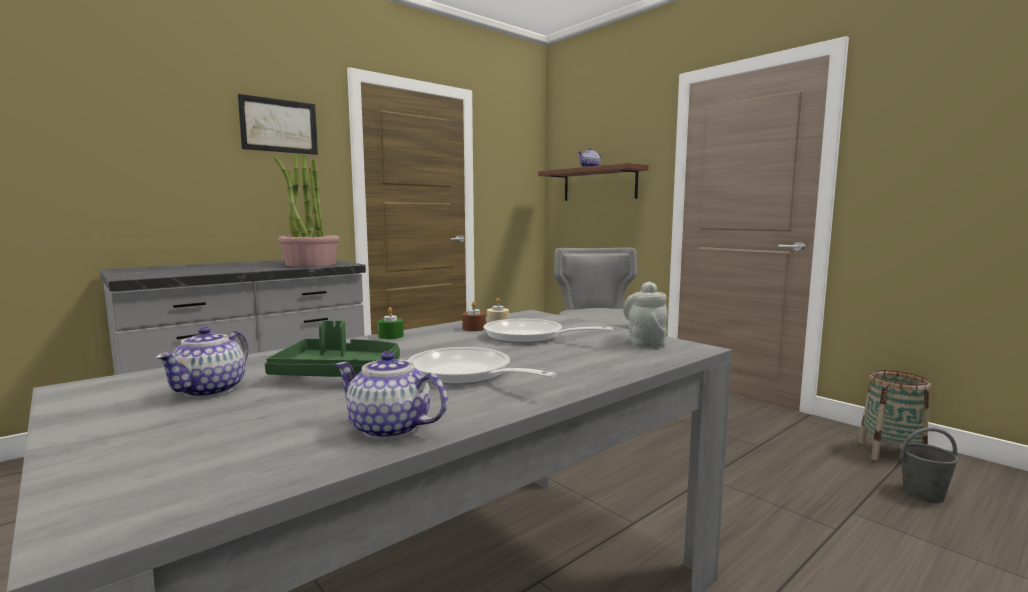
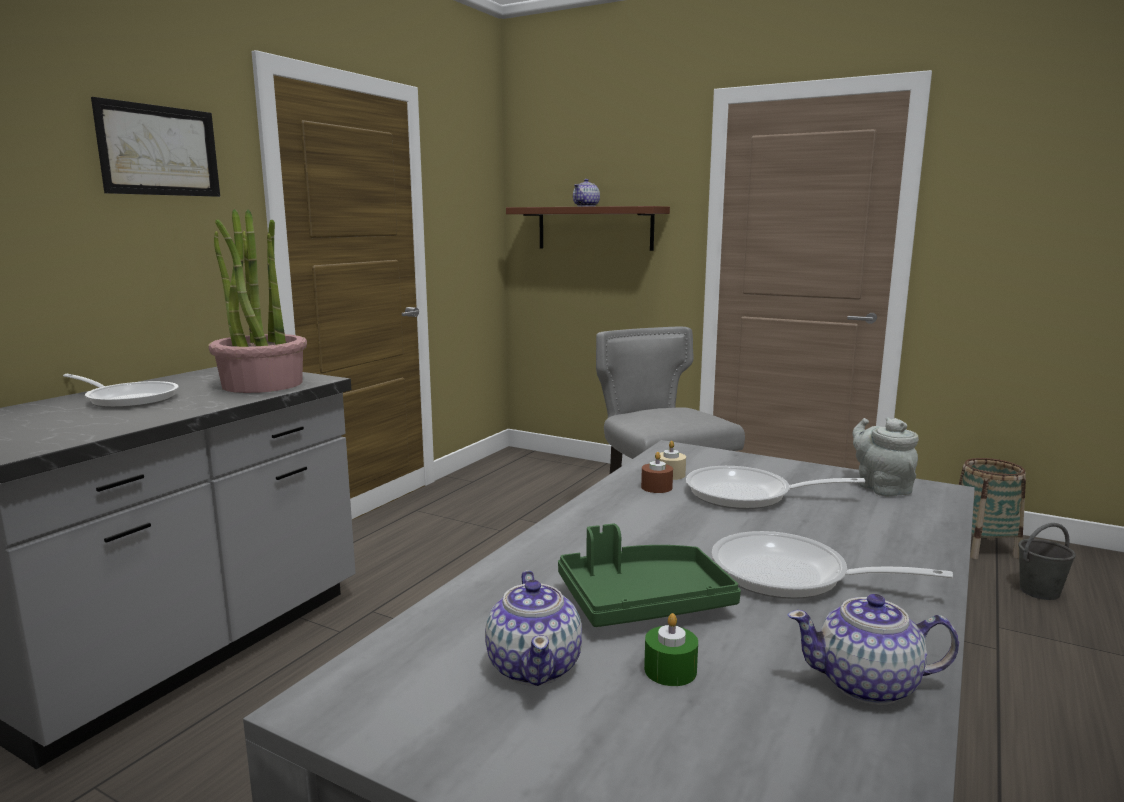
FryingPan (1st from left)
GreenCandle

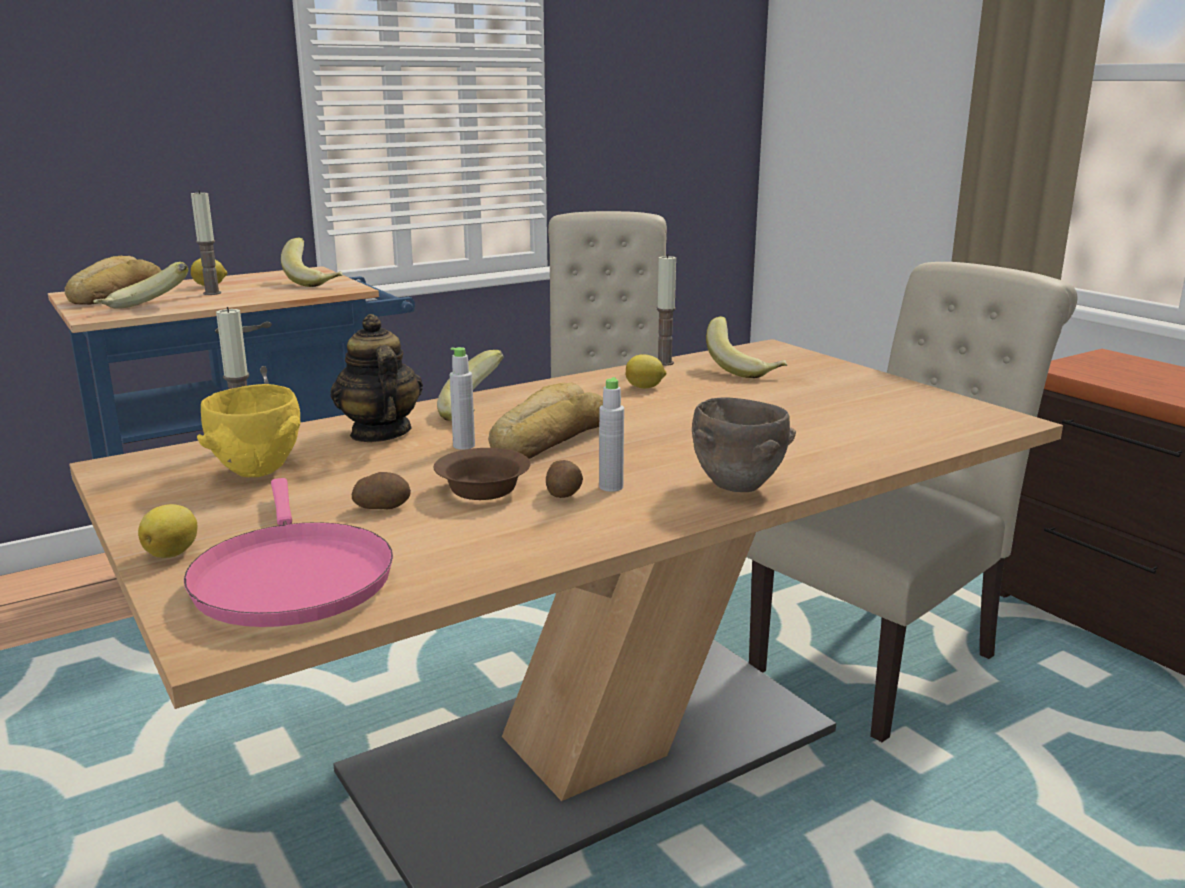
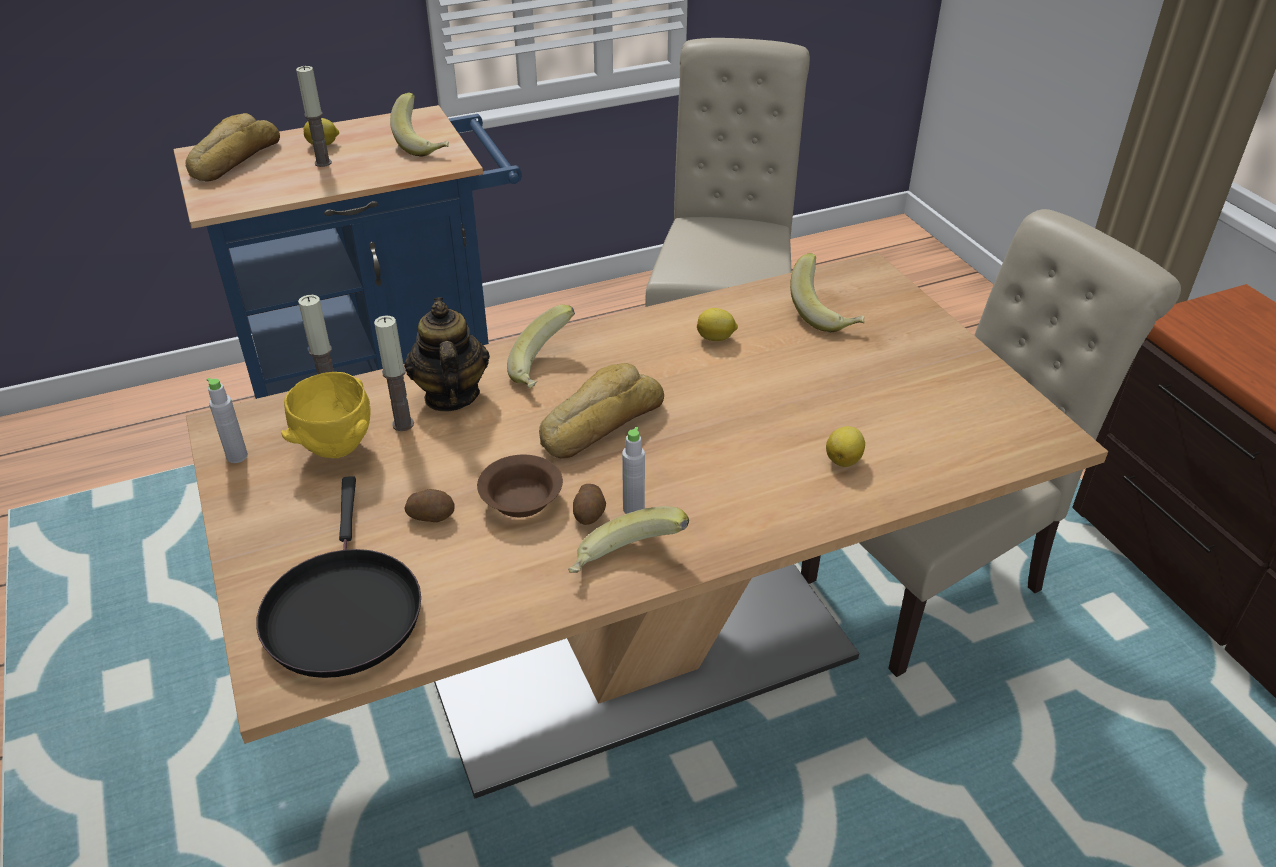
BrownBowl (2nd from left in the first image)
Banana (3rd from left)
Lemon (3rd from left)
GreyBottle (1st from left)
Candle (3rd from left)
BlackFryingPan

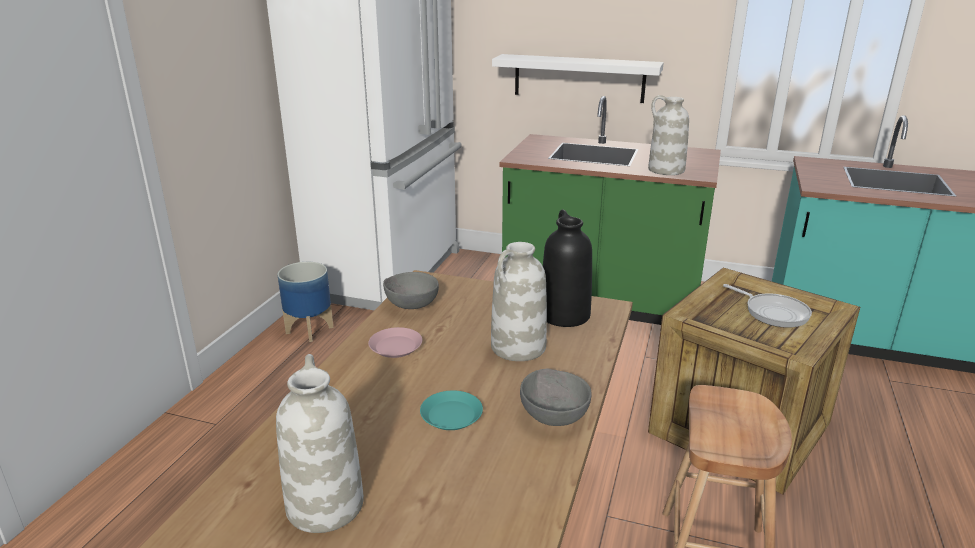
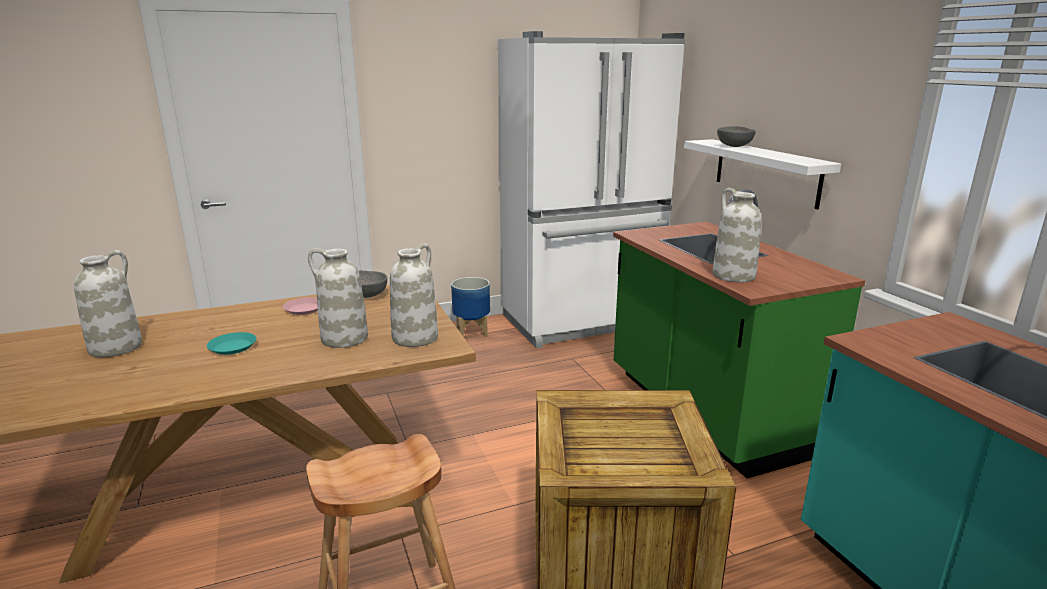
FryingPan
GreyBowl (2nd from left)
WhiteVase (3rd from left)

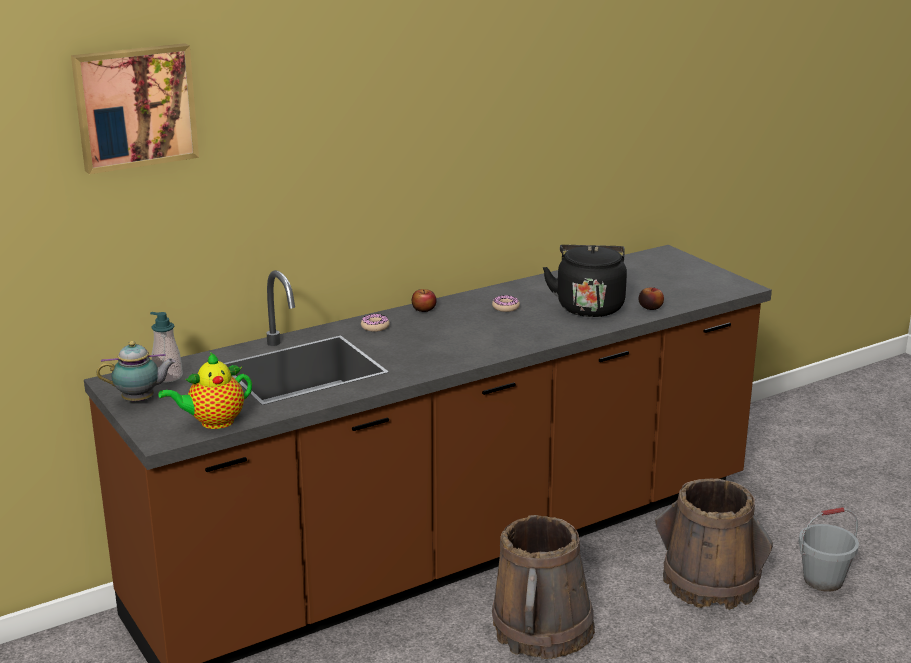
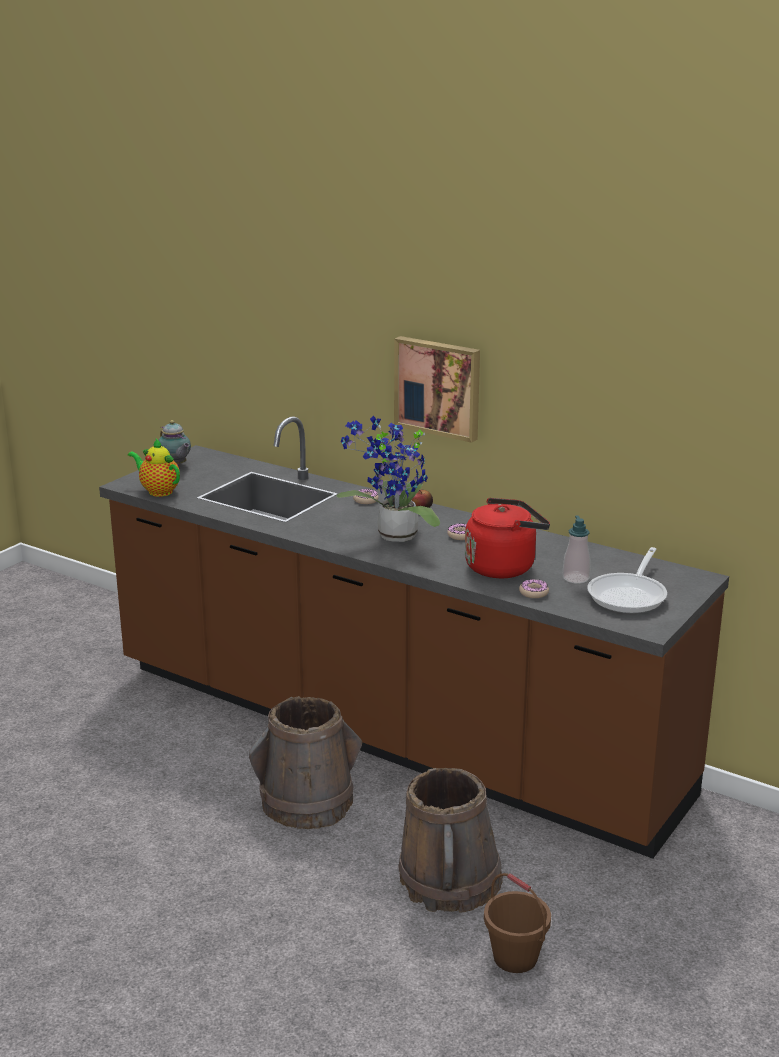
PottedPlant
FryingPan
Picture
SoapDispenser
Donut (3rd from left)
RedKettle
BrownBucket (3rd from left)

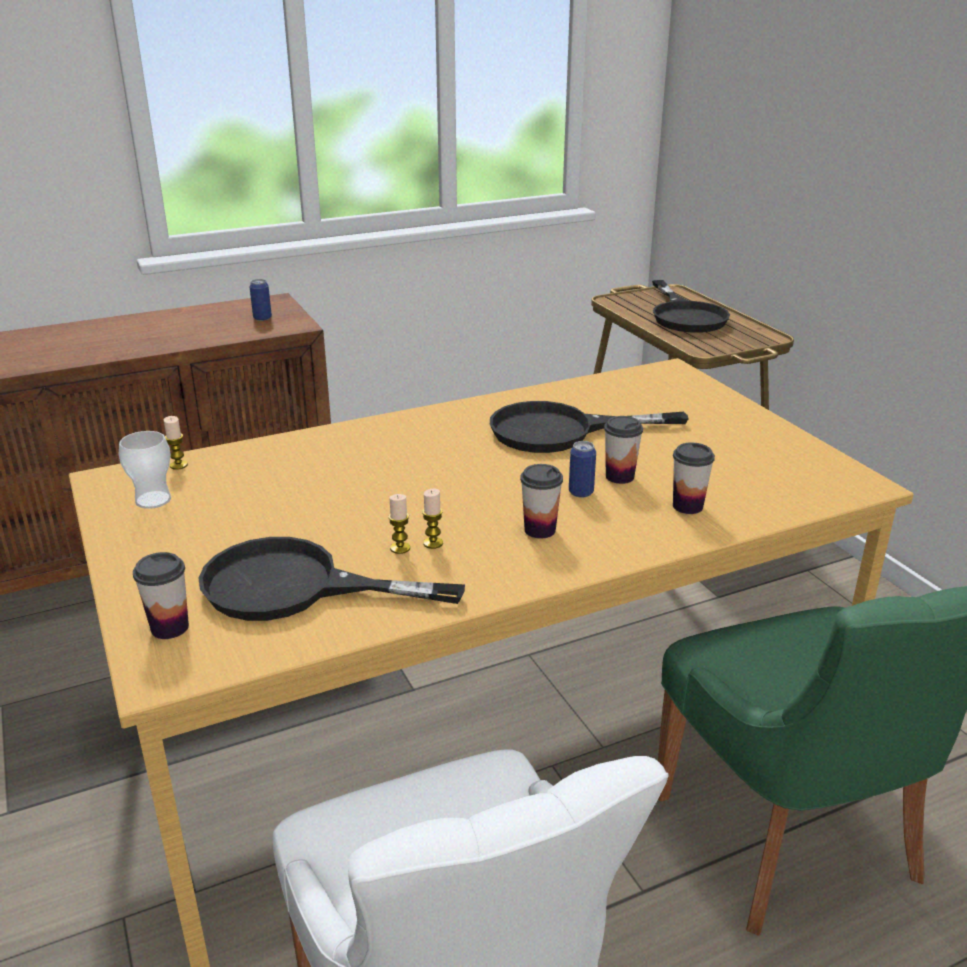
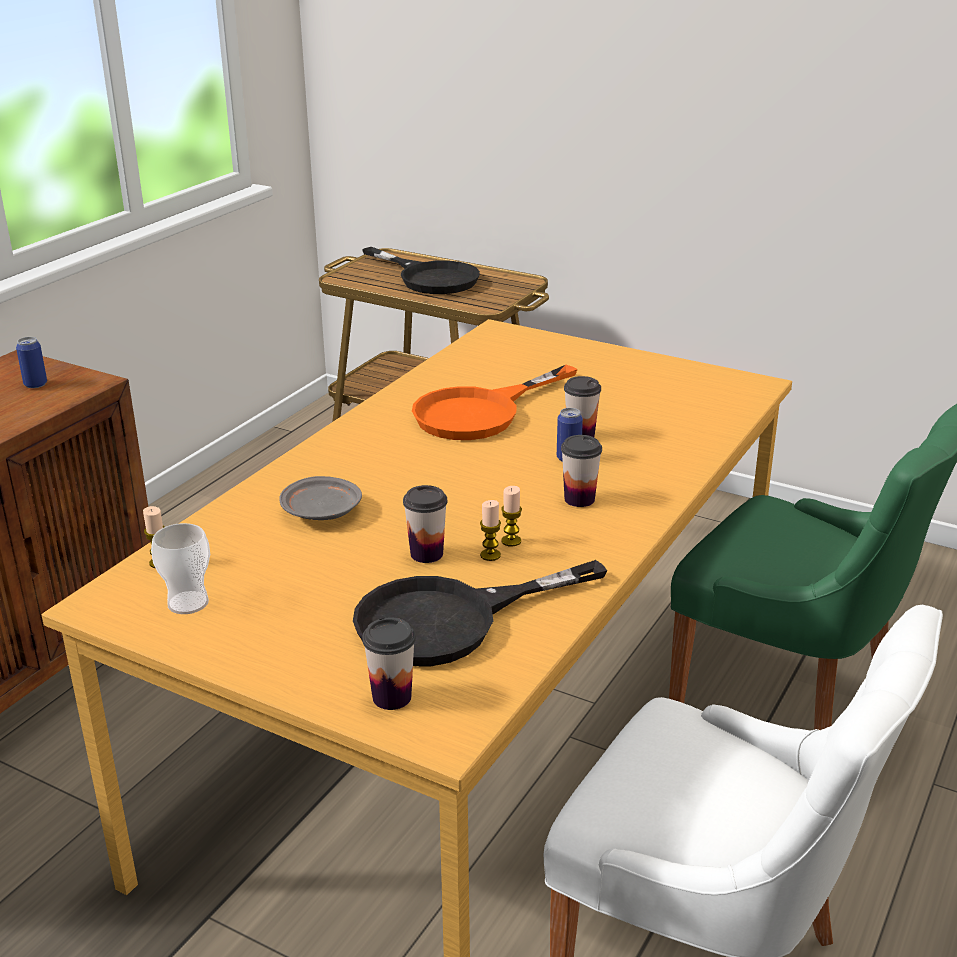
GreyPlate
Cup (3rd from left)
OrangeFryingPan

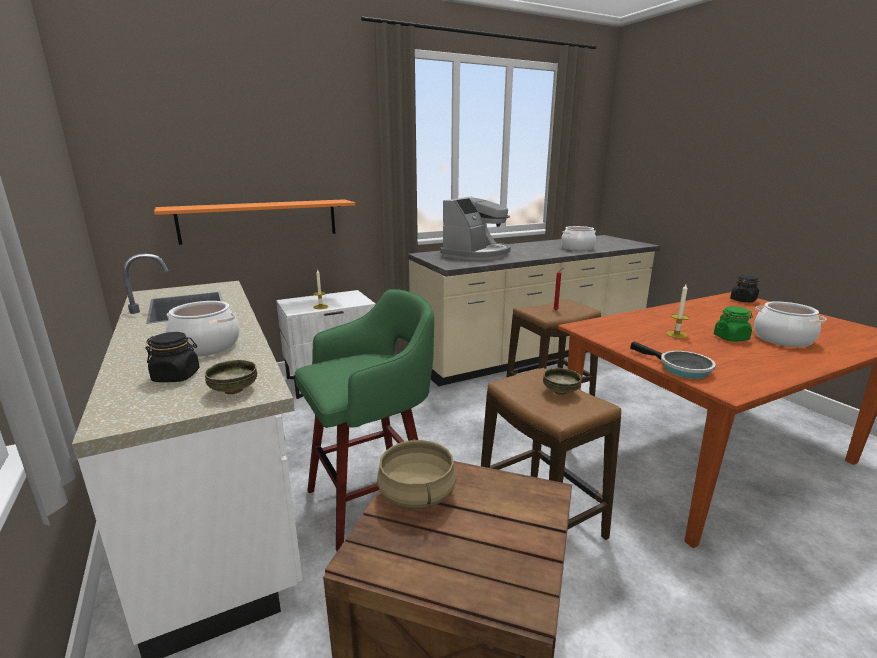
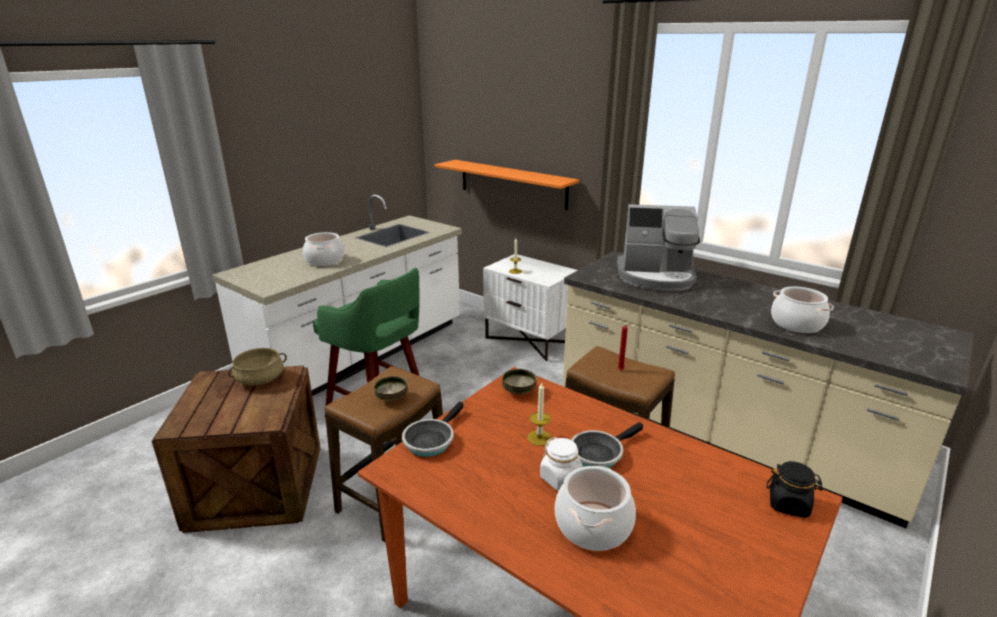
BlackJar (1st from left in the first image)
FryingPan (2nd from left)
Bowl (2nd from left)
WhiteJar

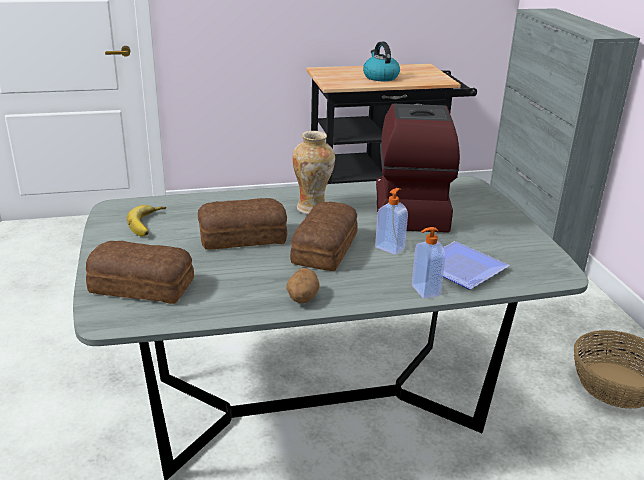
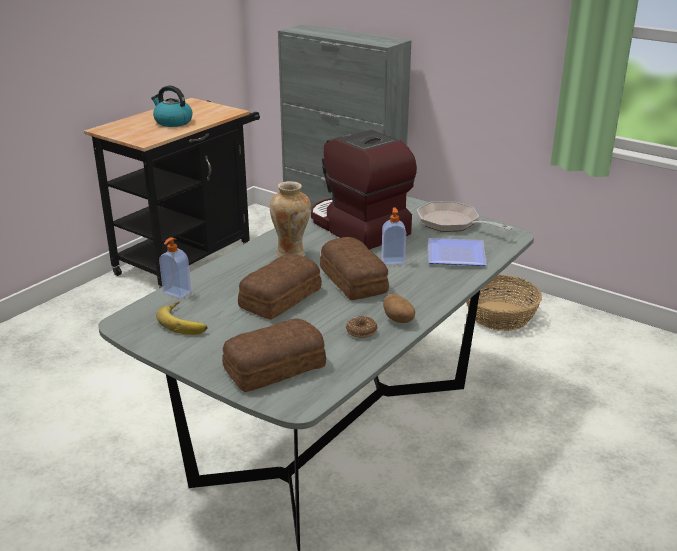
Donut
FryingPan
SoapDispenser (1st from left)

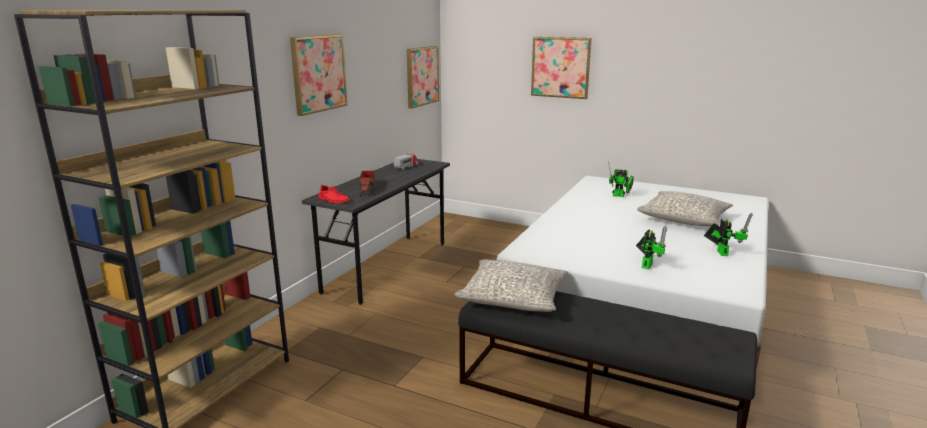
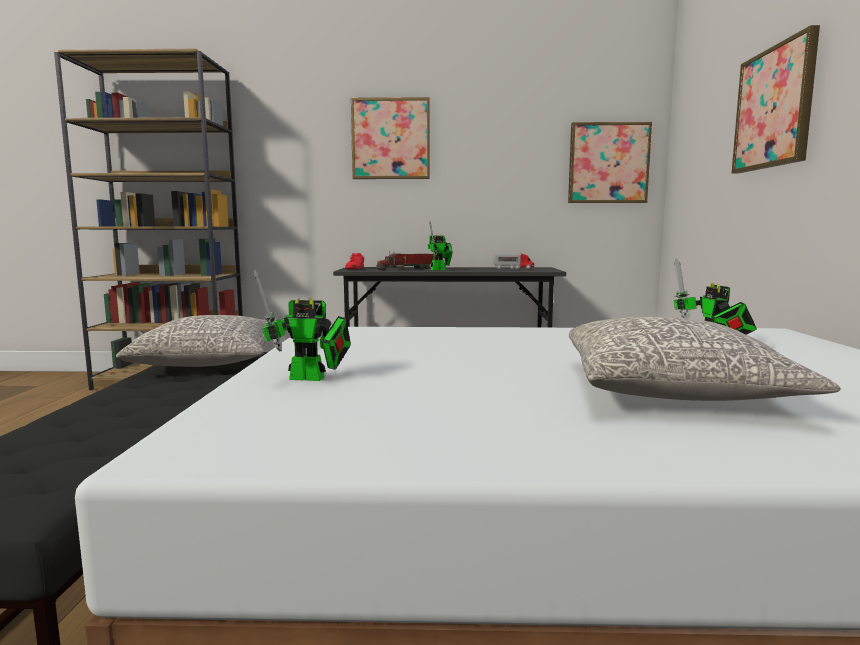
ToyRobot (2nd from left)

